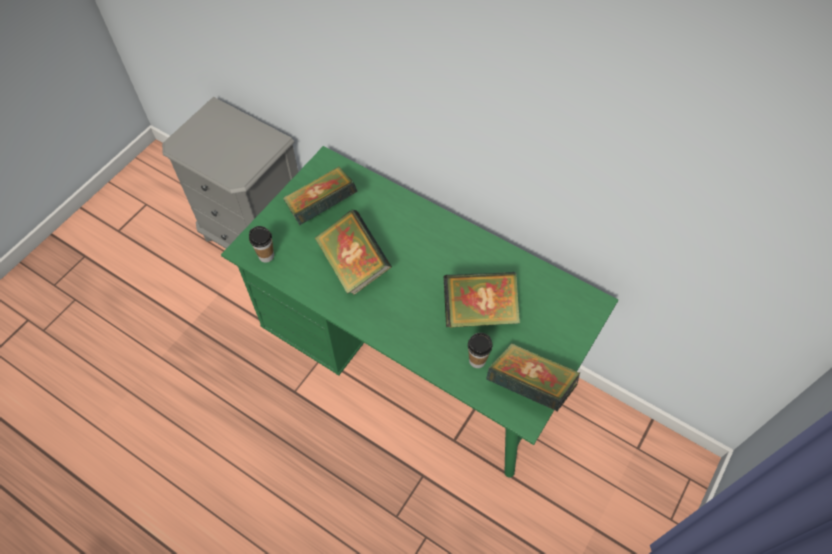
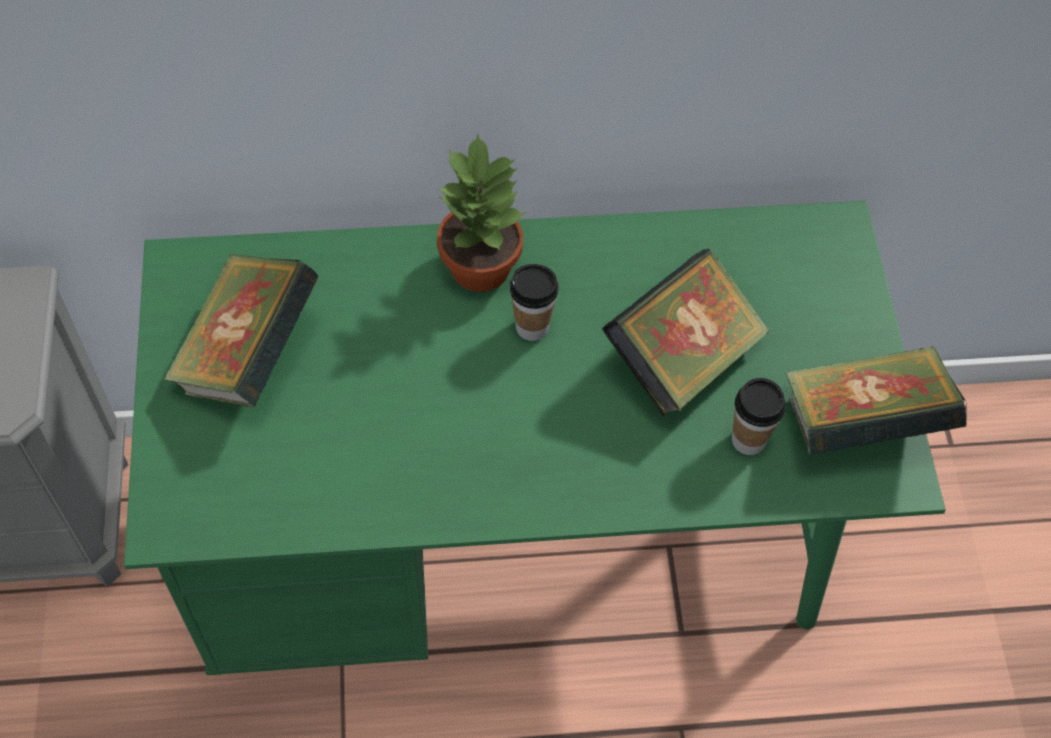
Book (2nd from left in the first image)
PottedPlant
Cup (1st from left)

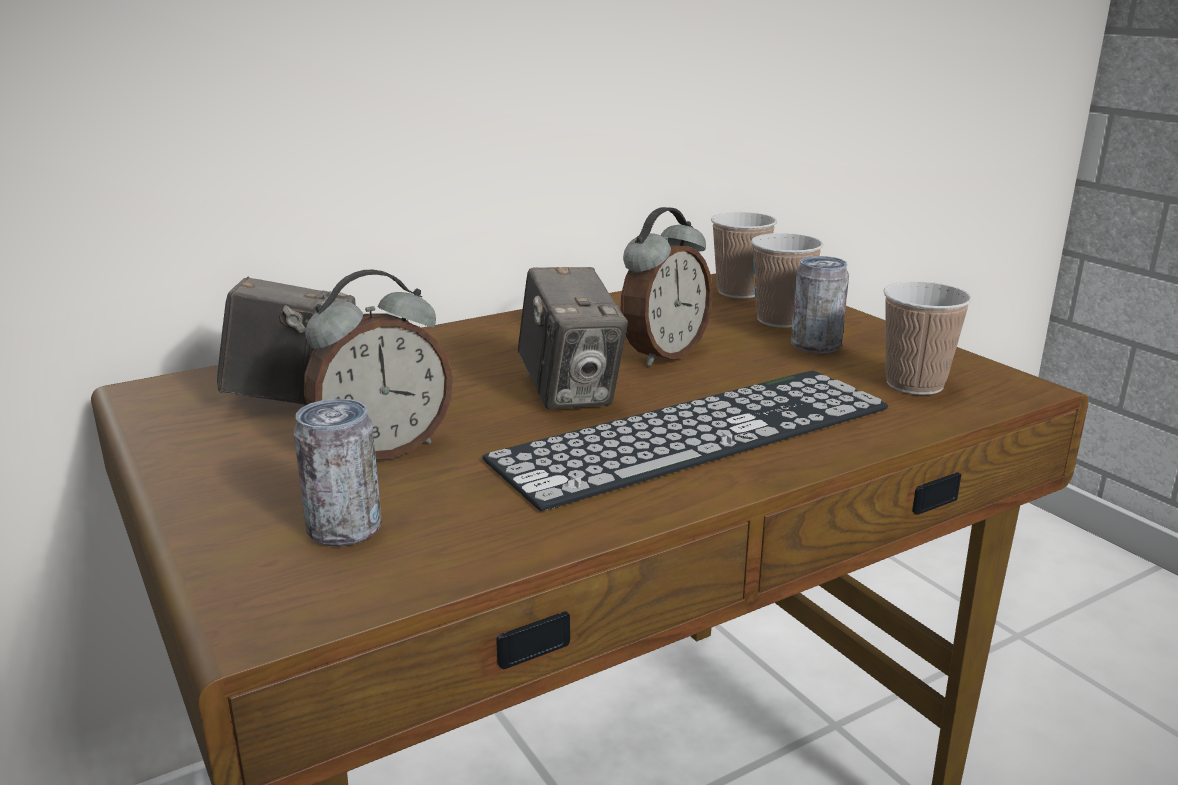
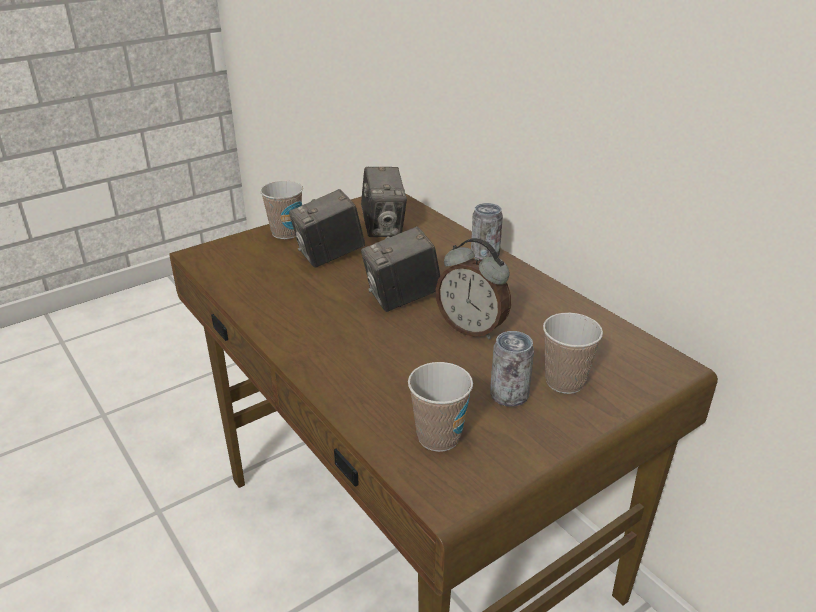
Keyboard
Can (1st from left)
Cup (1st from left)
PhotoCamera (1st from left)

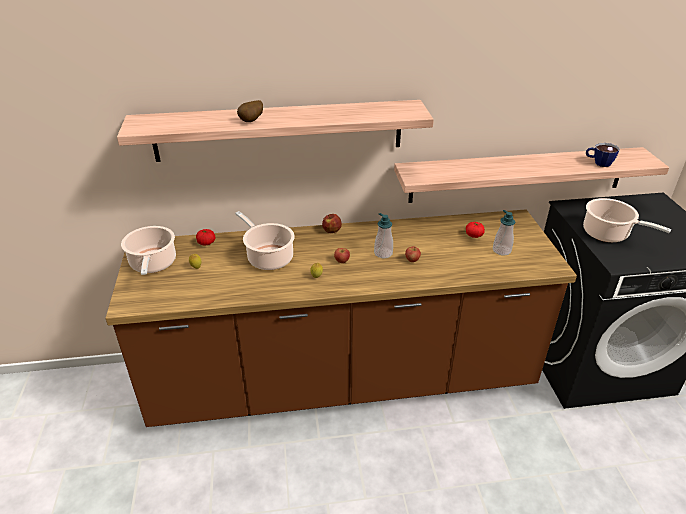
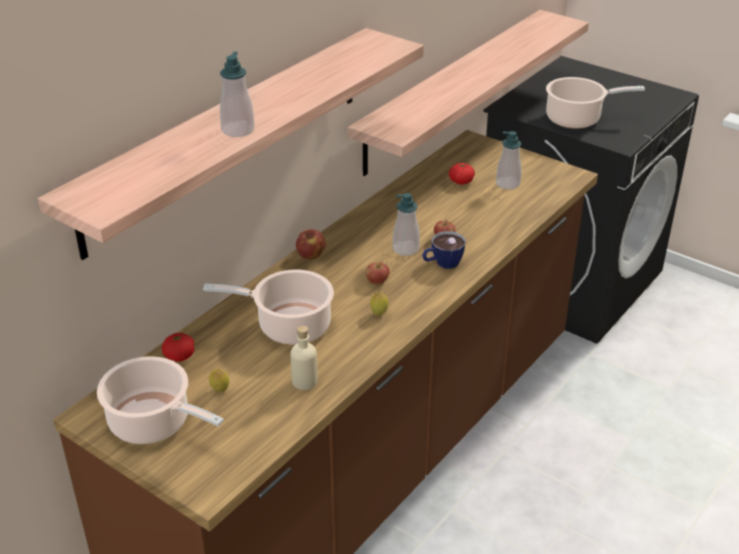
BeigeBottle
Cup
SoapDispenser (1st from left)

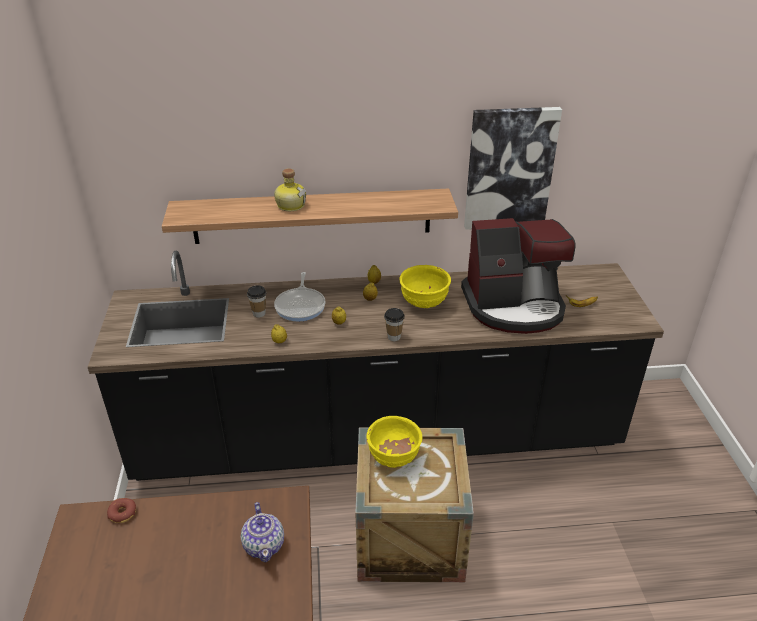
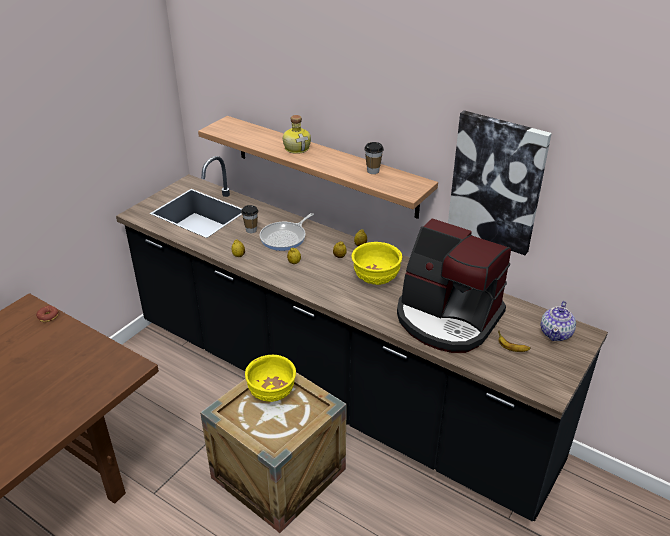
Teapot
Cup (2nd from left)

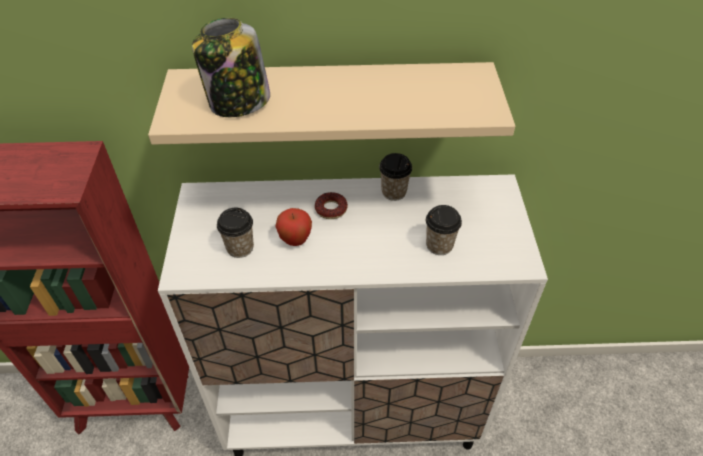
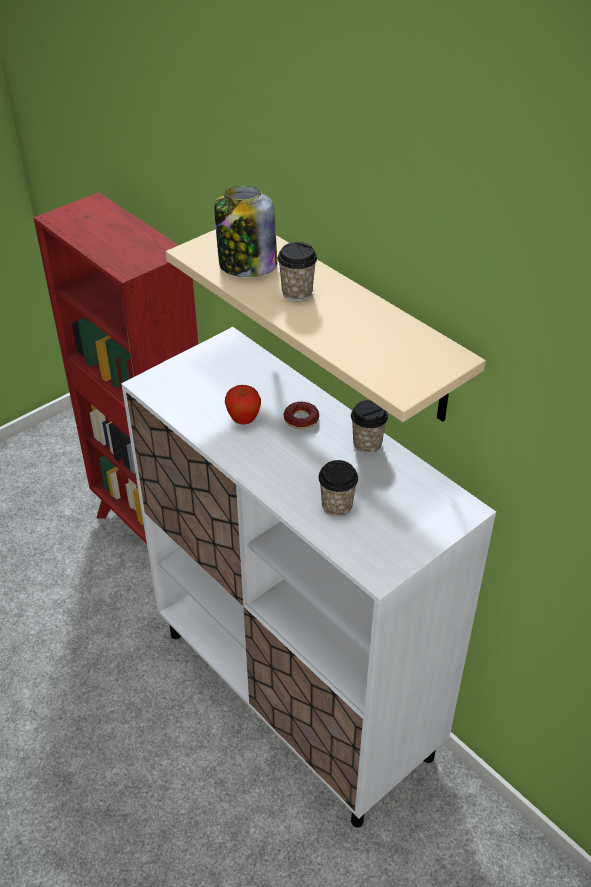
Cup (1st from left)

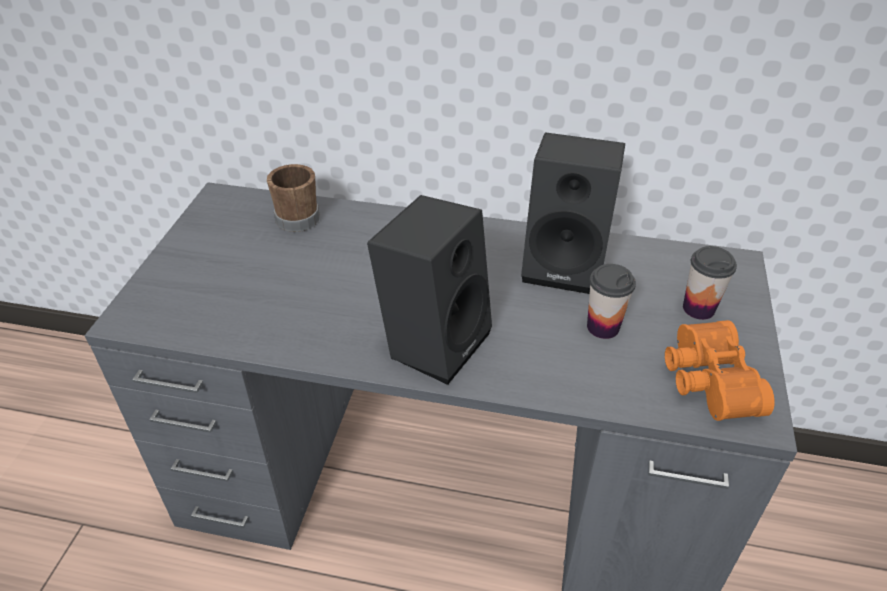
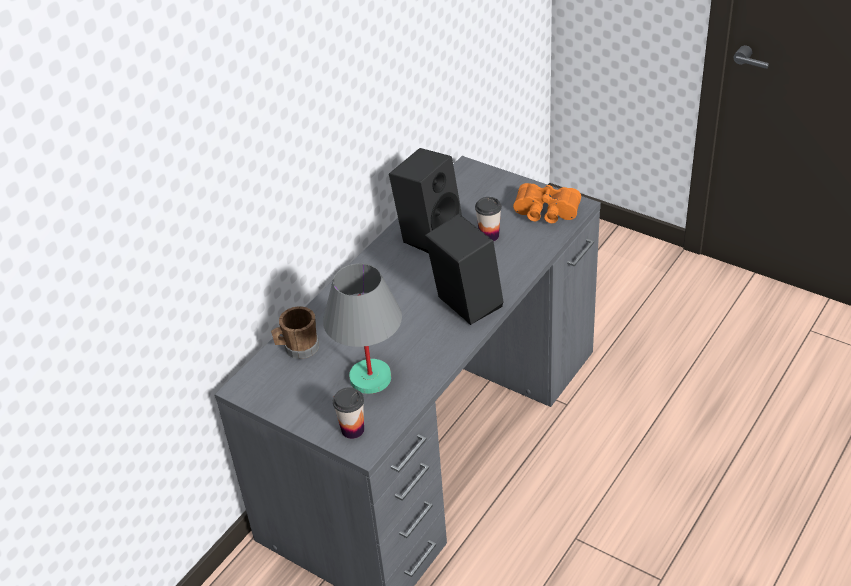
GreyTableLamp
Cup (1st from left)

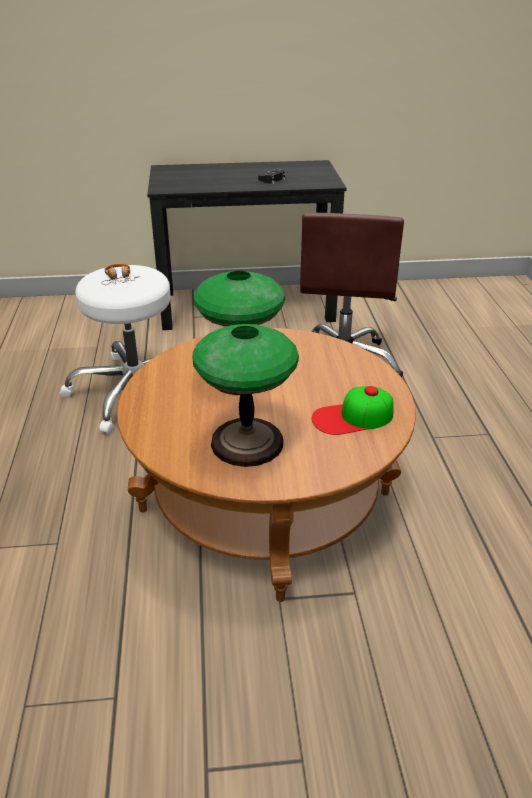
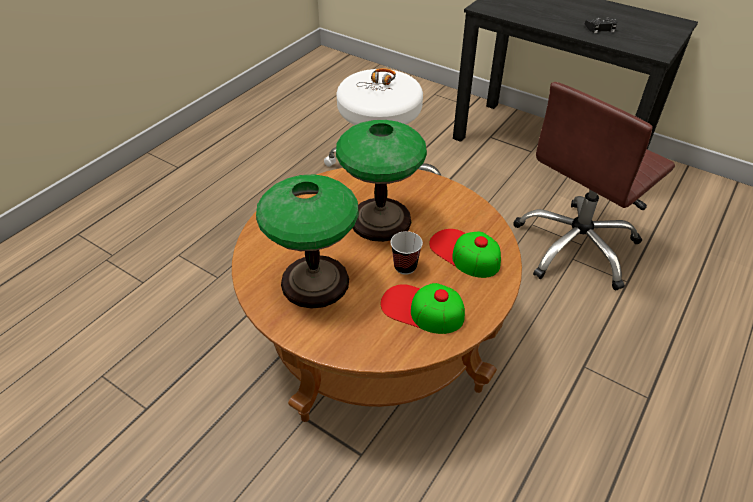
Cup
Cap (2nd from left)

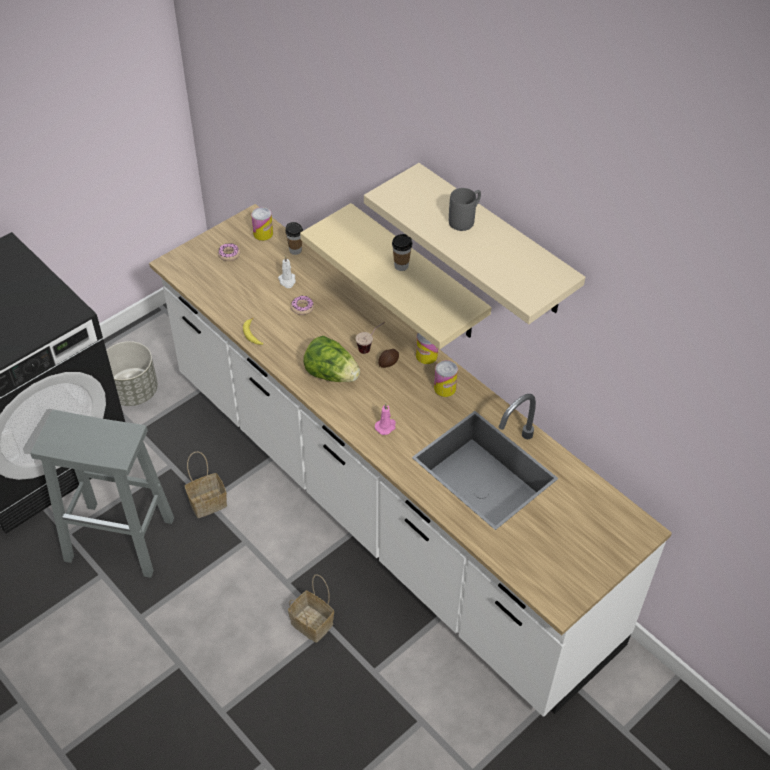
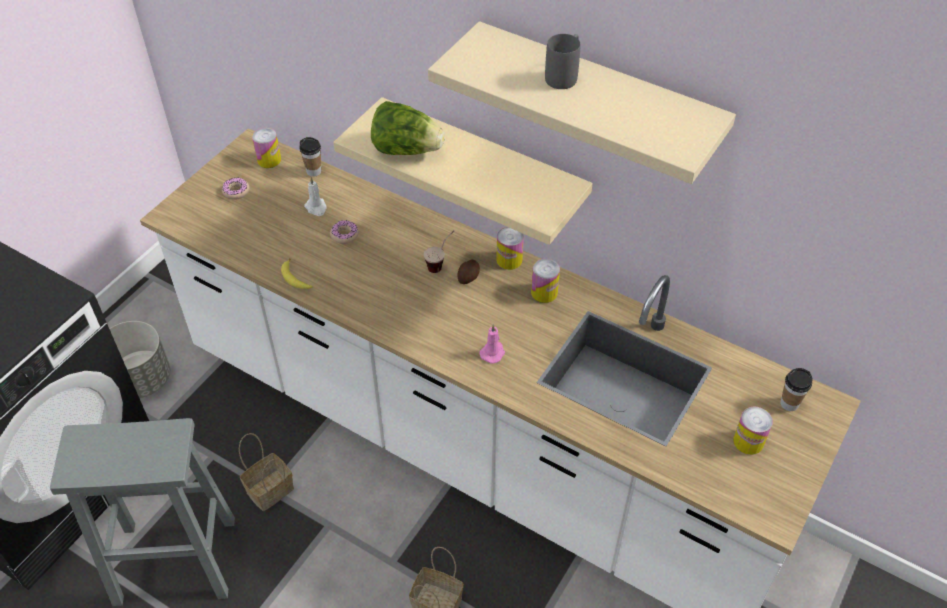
Can (4th from left)
Lettuce
Cup (3rd from left)

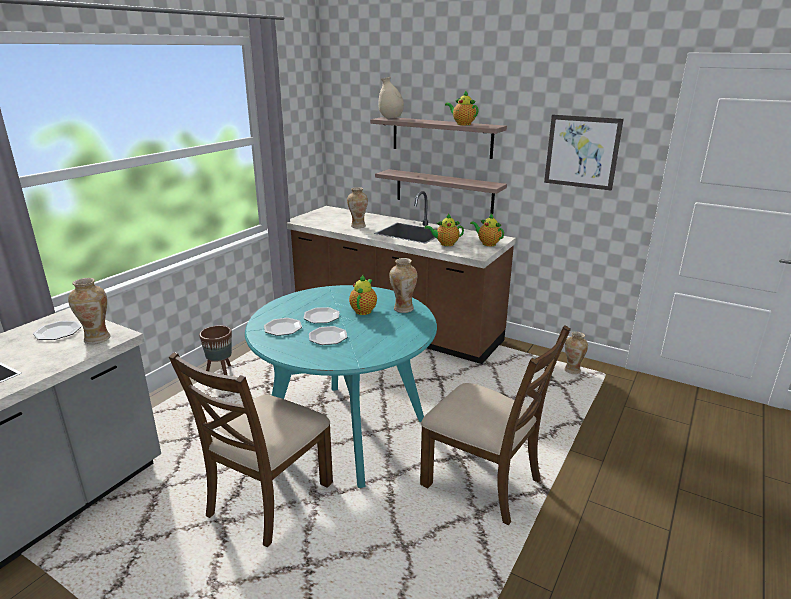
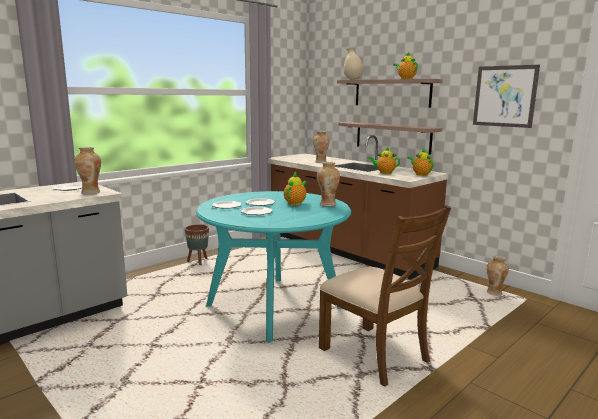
BrownChair (1st from left in the first image)

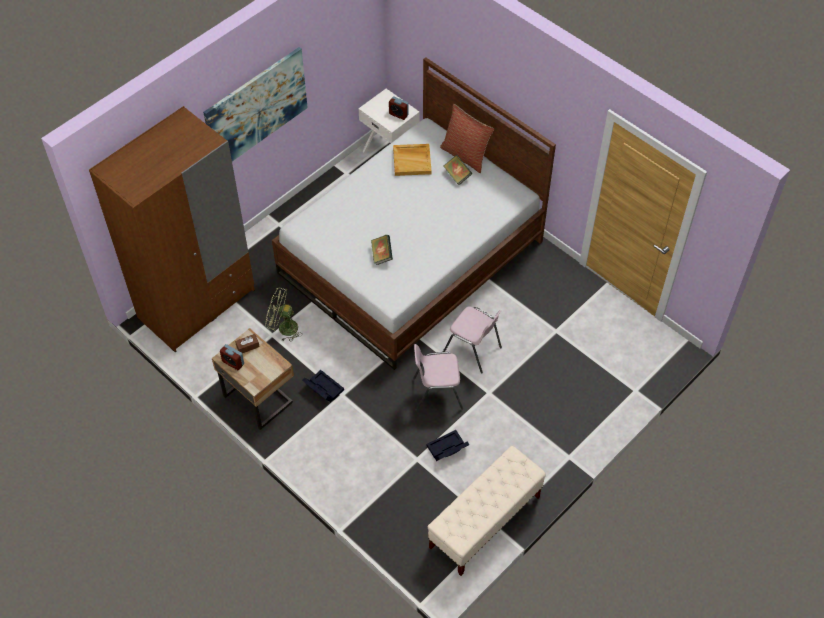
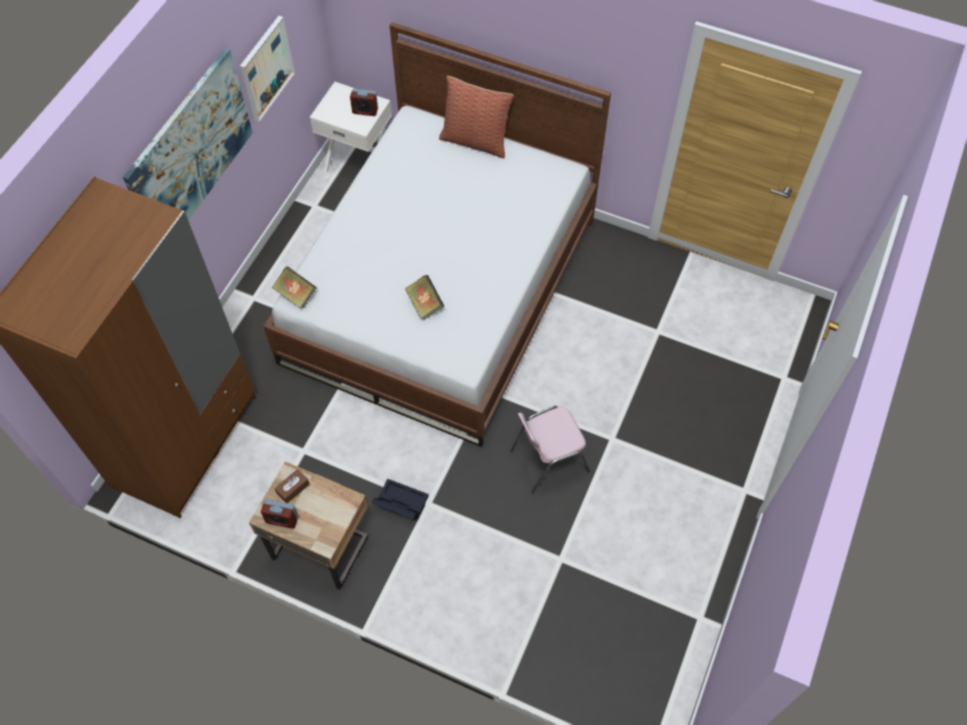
GreenFan
BeigeTray
BlackStorageBox (2nd from left in the first image)
BeigeBench
PinkChair (2nd from left in the first image)
Picture (2nd from left)
Book (1st from left)

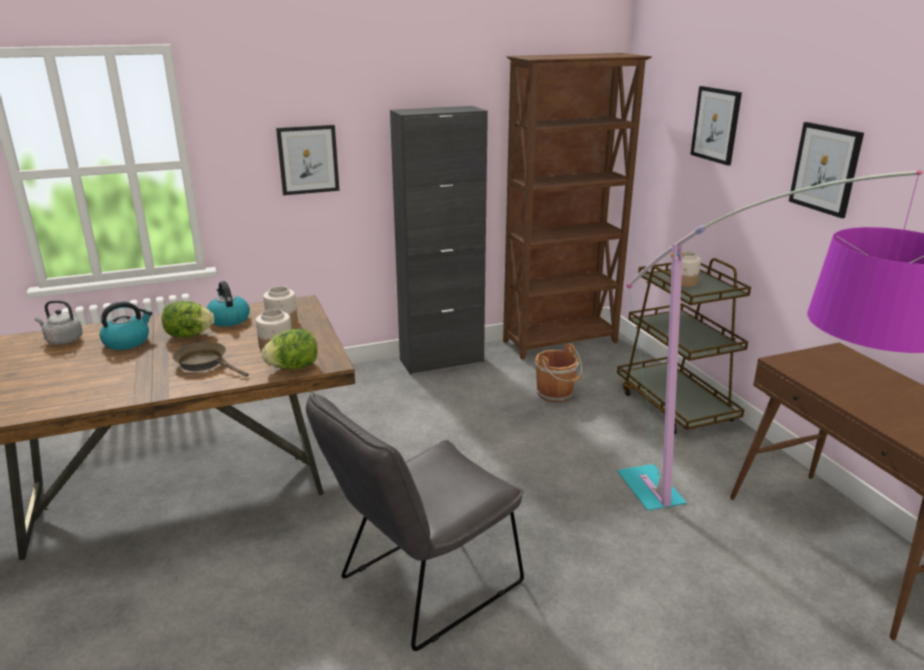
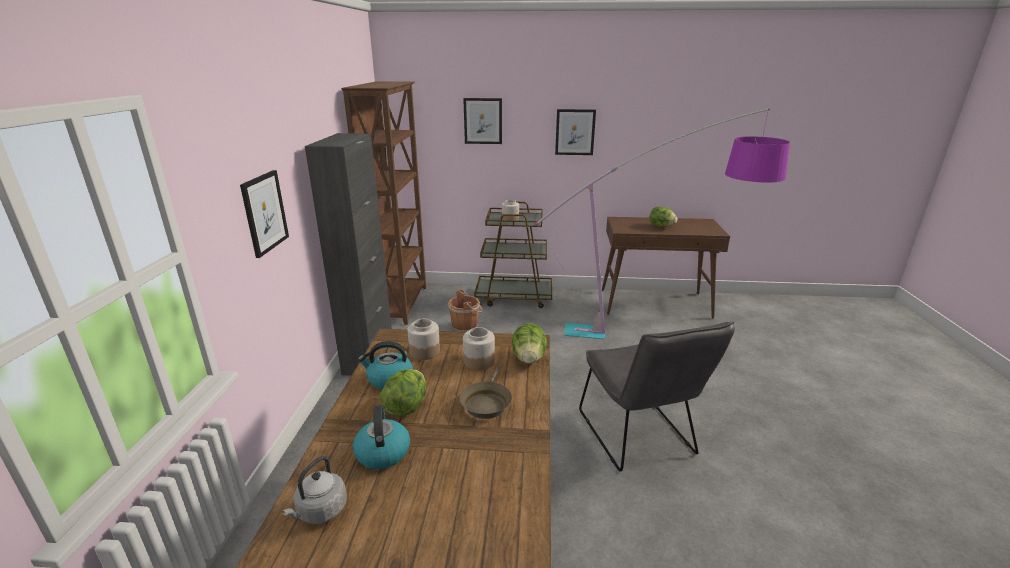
Lettuce (3rd from left)
BrownFryingPan

